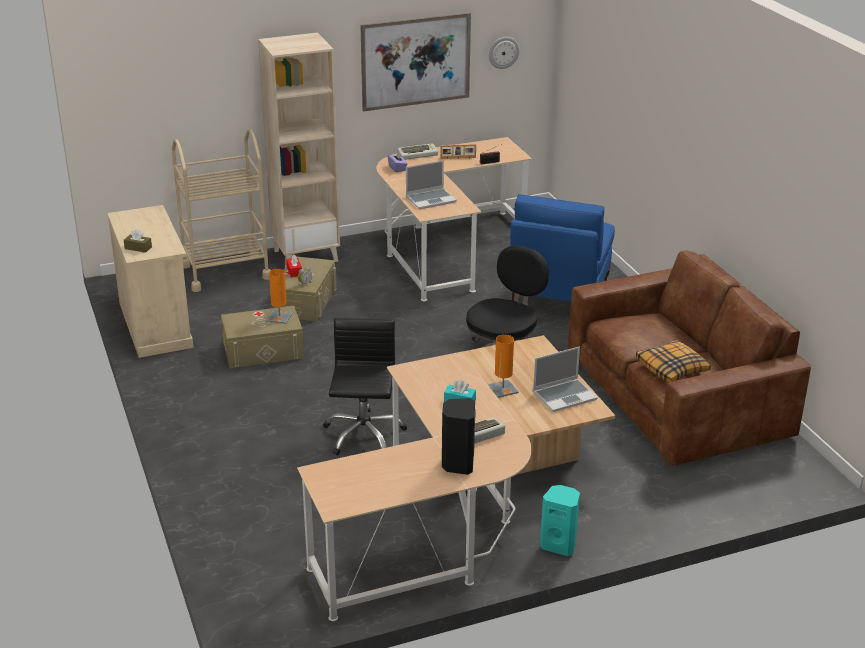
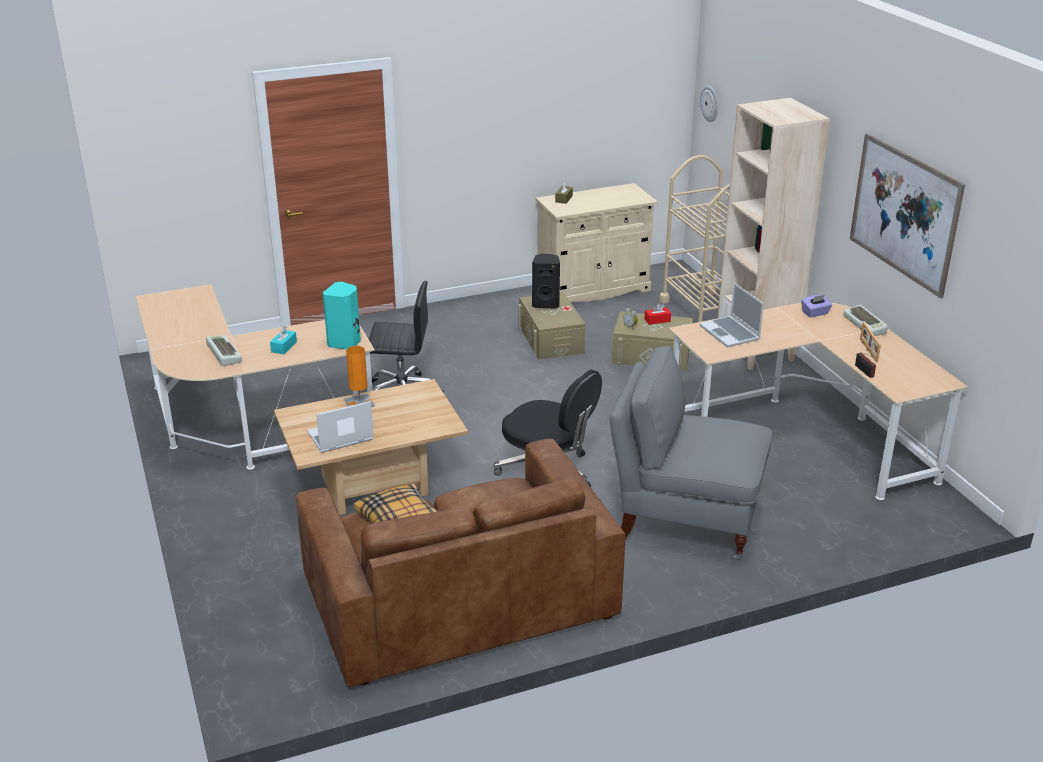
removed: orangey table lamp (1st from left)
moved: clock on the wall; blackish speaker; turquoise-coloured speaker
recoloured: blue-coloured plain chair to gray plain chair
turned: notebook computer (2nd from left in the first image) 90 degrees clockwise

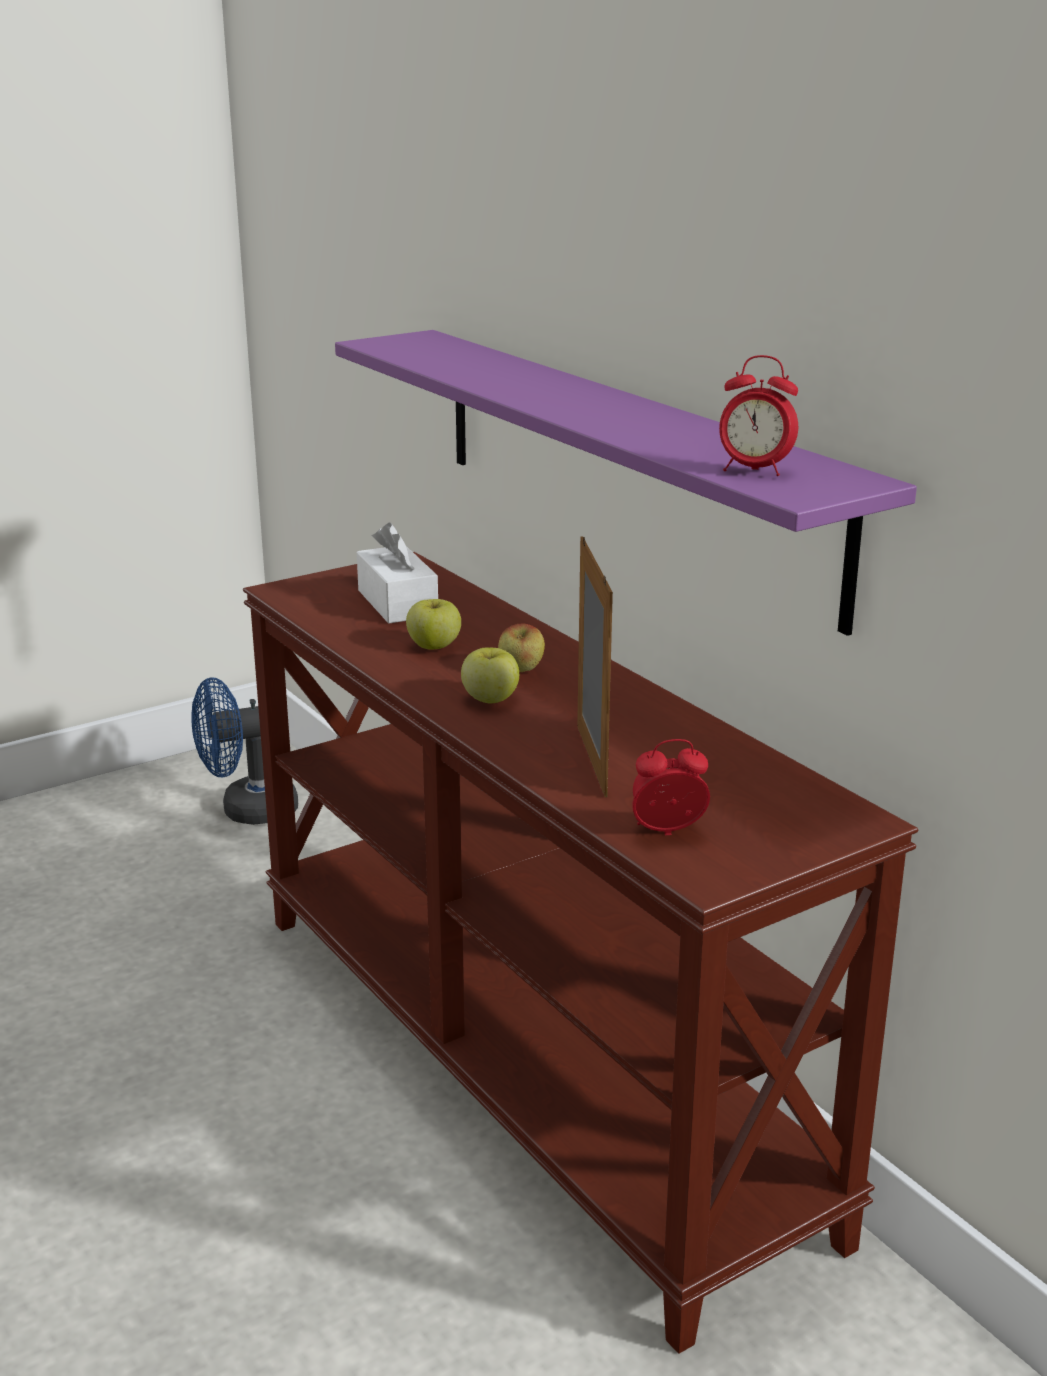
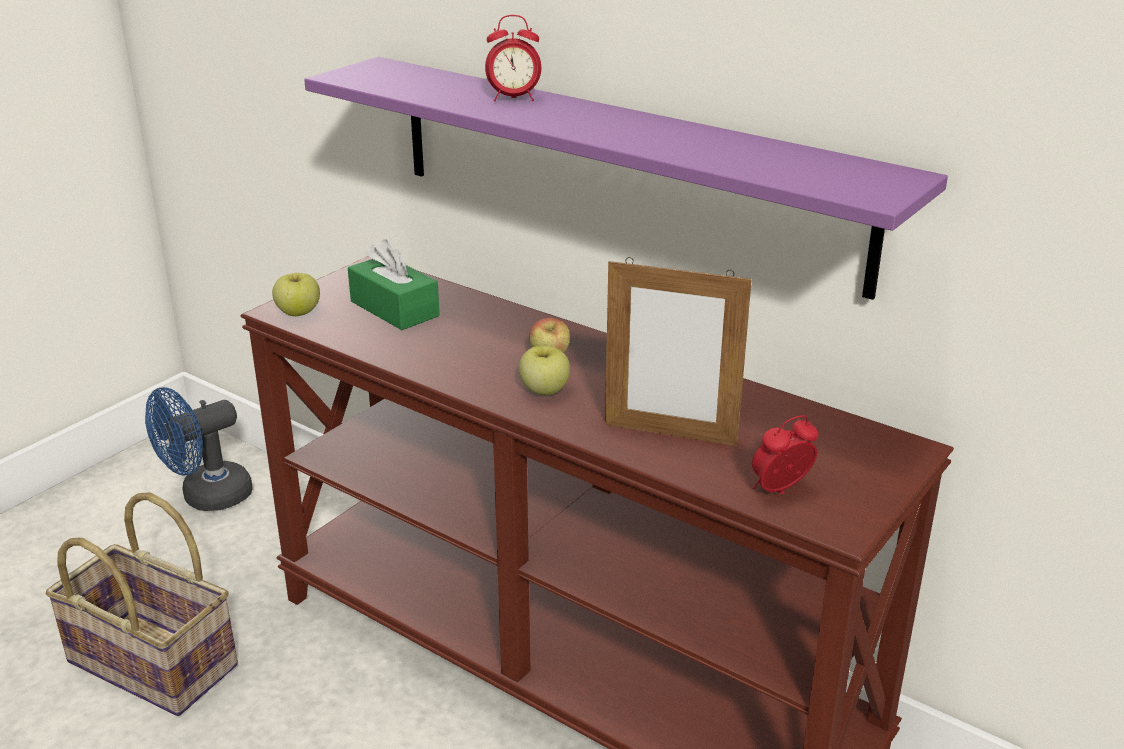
added: basket
moved: bedside clock (2nd from left in the first image) to bedside clock (1st from left); apple fruit (1st from left)
recoloured: white-coloured box of tissues to greenish box of tissues
turned: standing frame 135 degrees clockwise

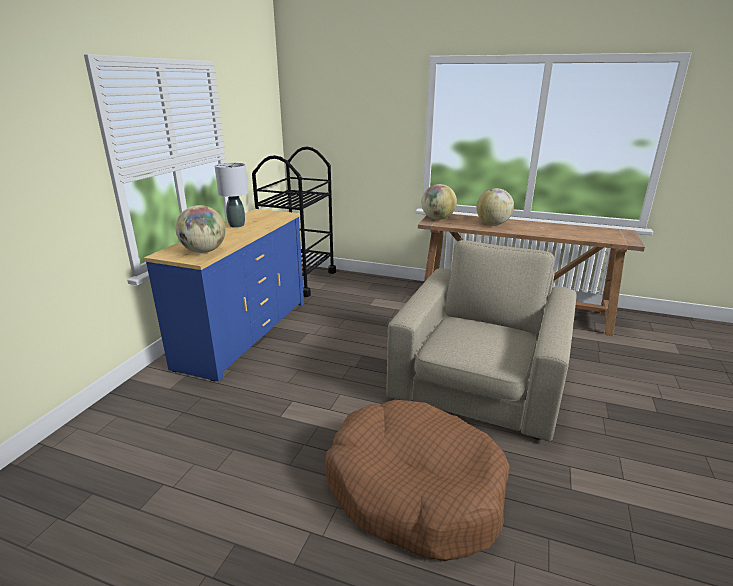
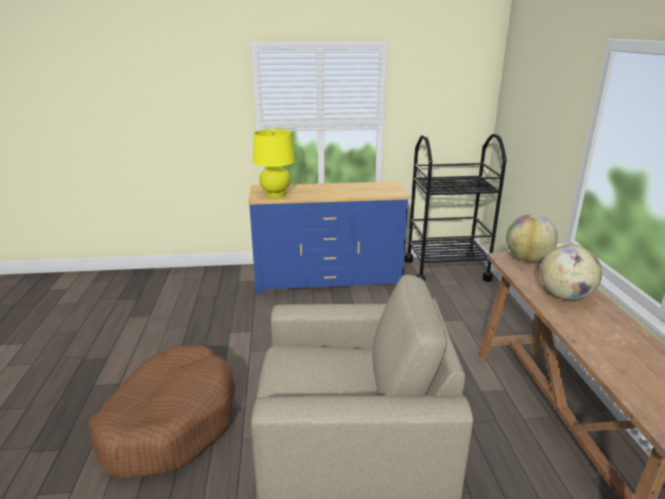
removed: gray table lamp
replaced: globe (1st from left) to yellowish table lamp

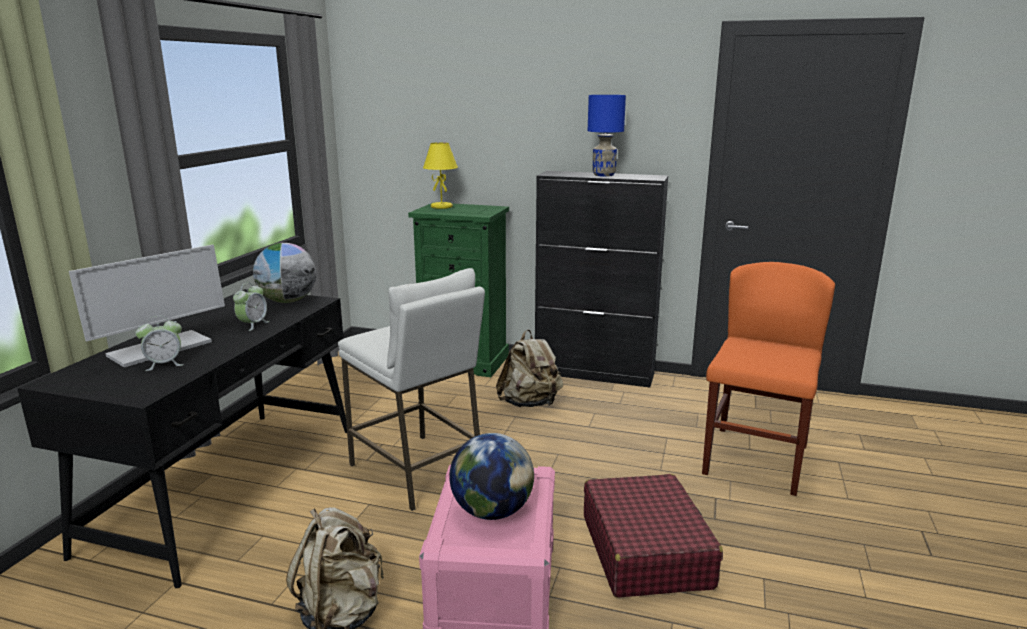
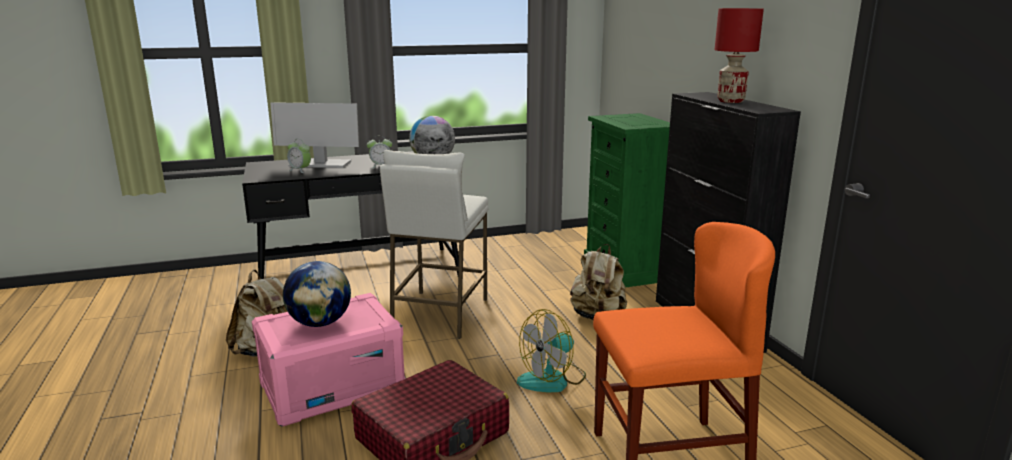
removed: yellowish table lamp
added: fan
recoloured: blue-coloured table lamp to reddish table lamp

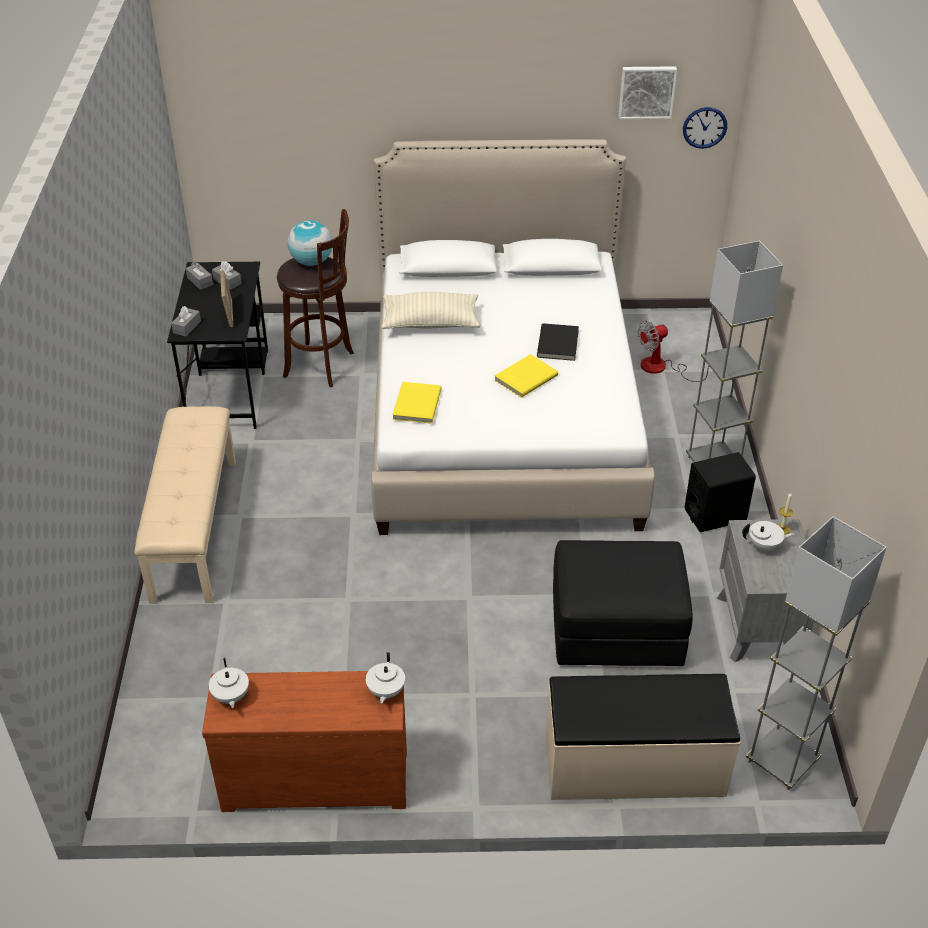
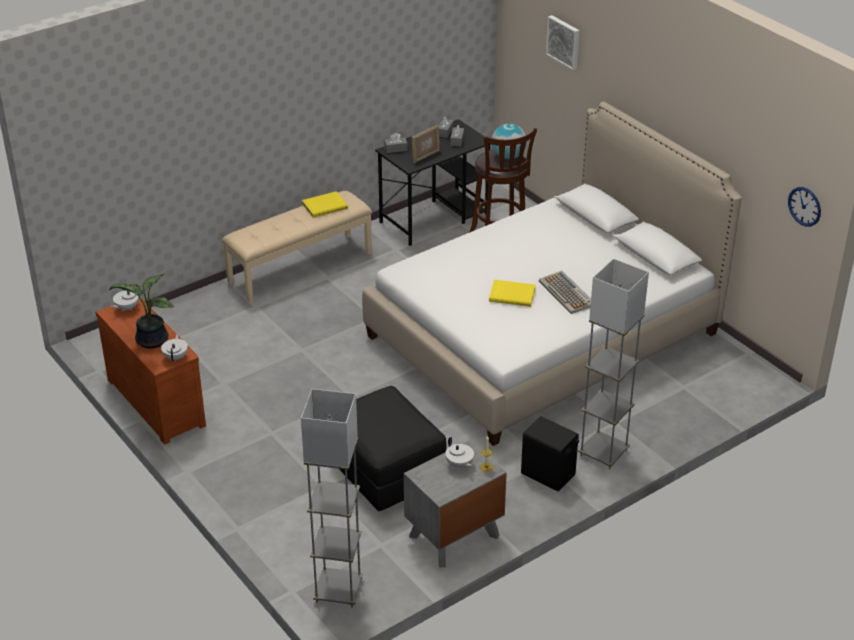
removed: beige pillow; fan; beige long seat (2nd from left)
added: potted plant
moved: wall art; yellowish volume (1st from left)
replaced: blackish volume to keyboard
turned: white-coloured tea pot (2nd from left) 120 degrees clockwise

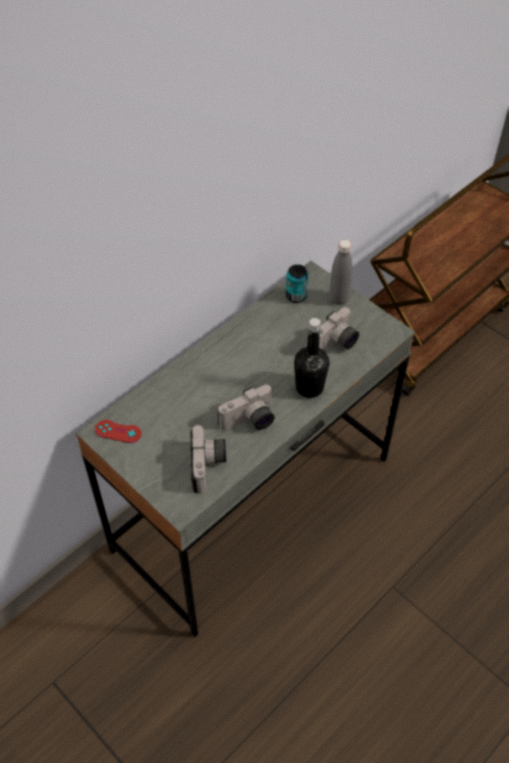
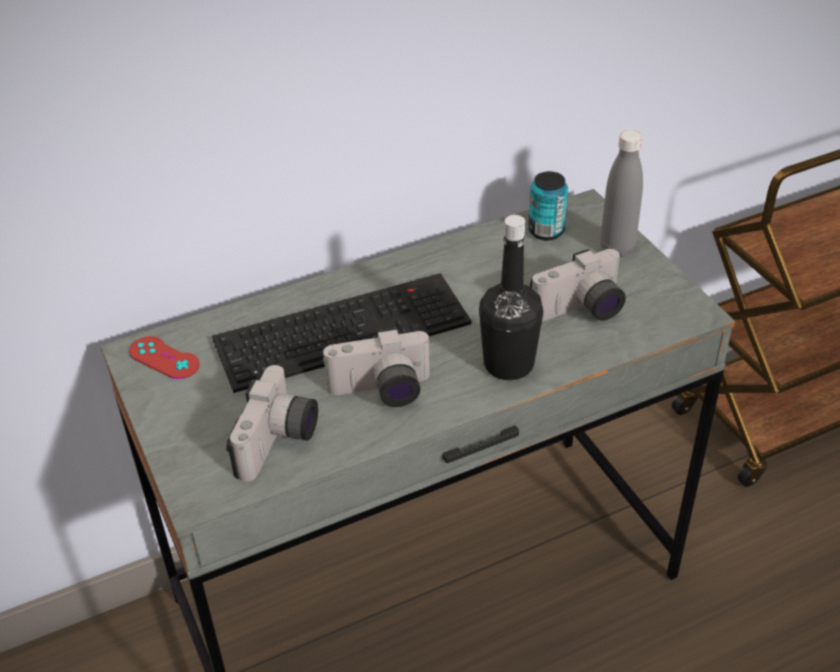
added: keyboard

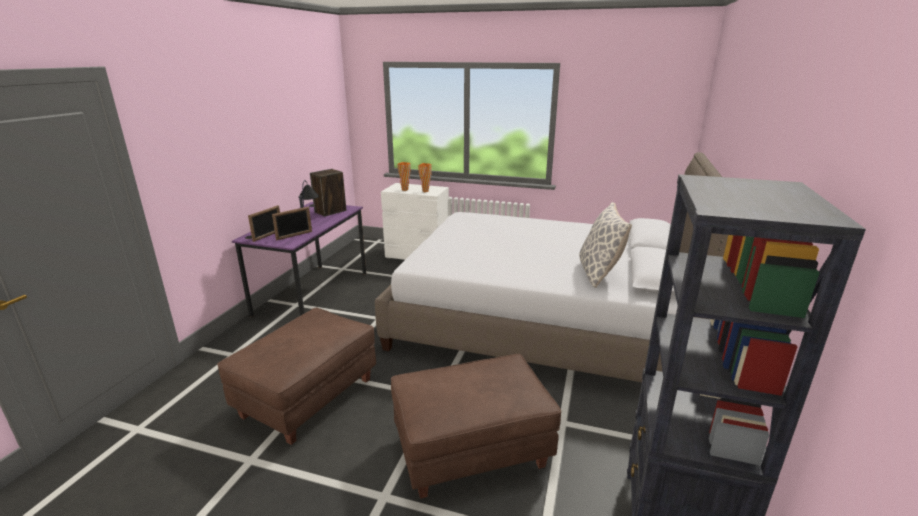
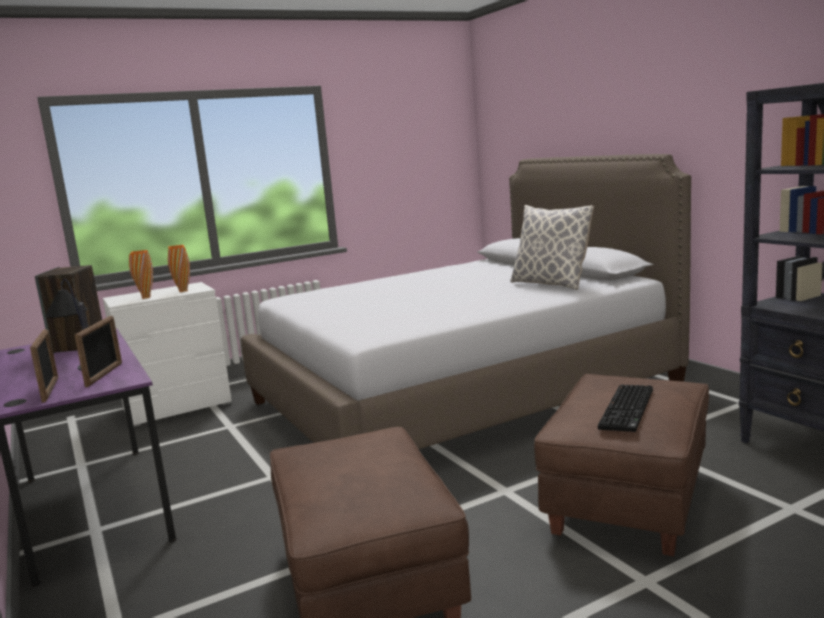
added: keyboard

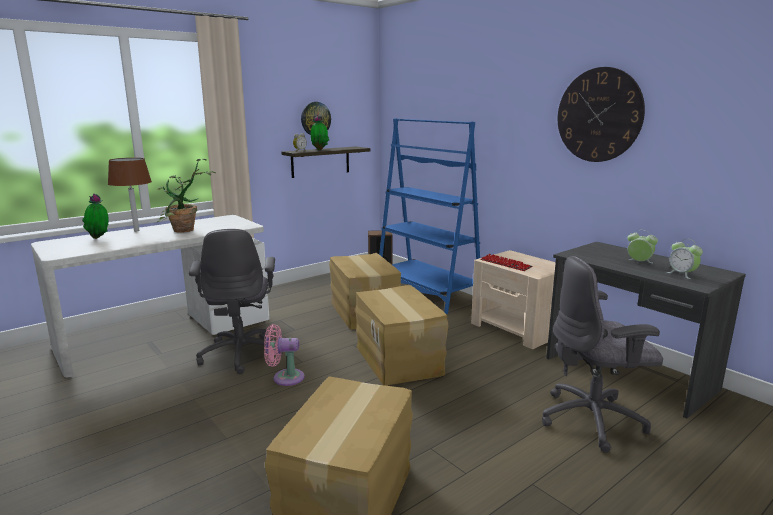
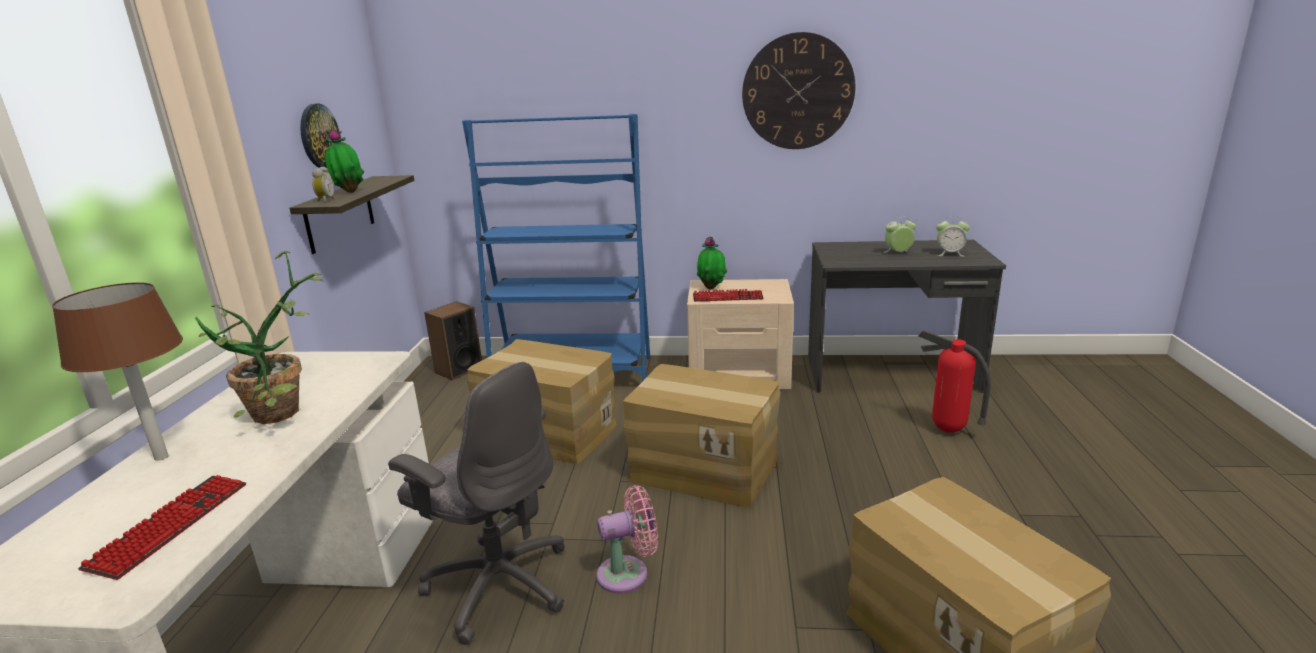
added: keyboard (1st from left)
moved: potted plant (1st from left in the first image) to potted plant (3rd from left)
replaced: gray desk chair (2nd from left) to extinguisher
turned: pink-coloured fan 150 degrees counterclockwise

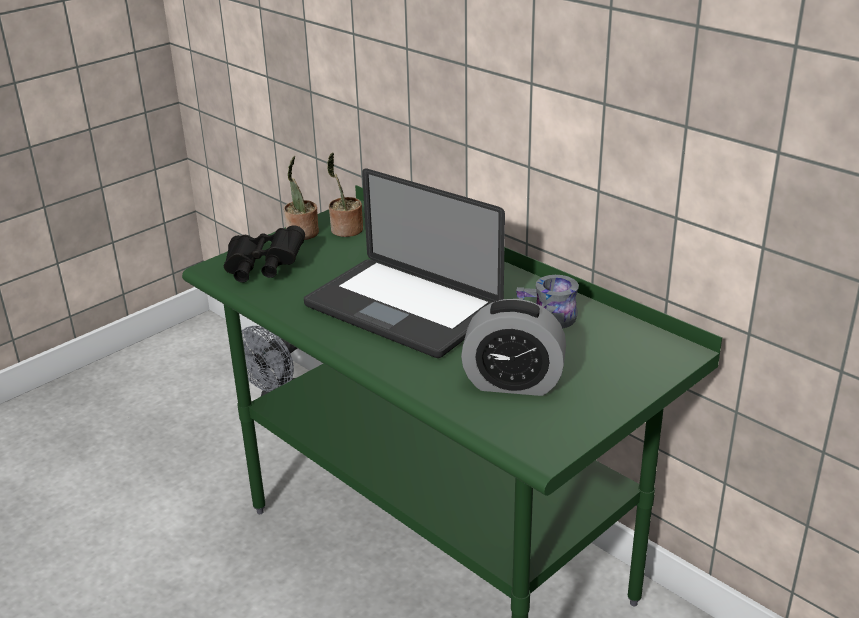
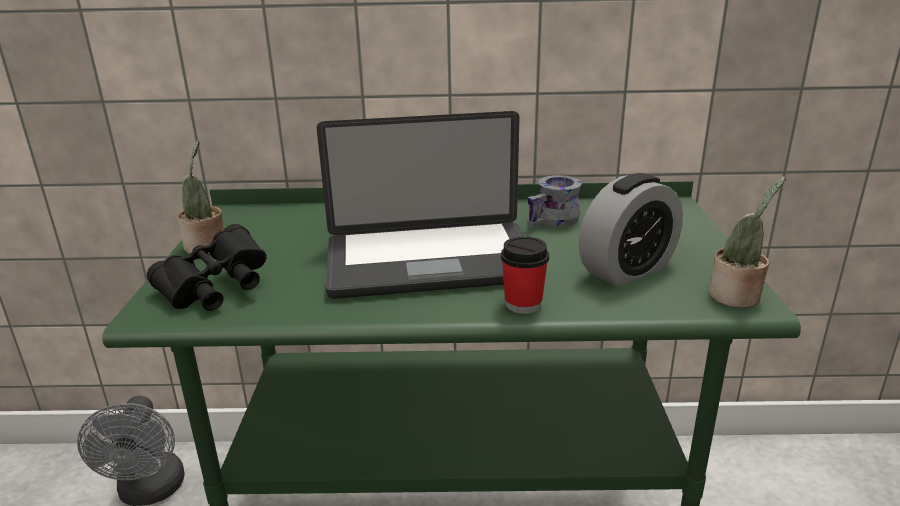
added: small cup
moved: potted plant (2nd from left)

